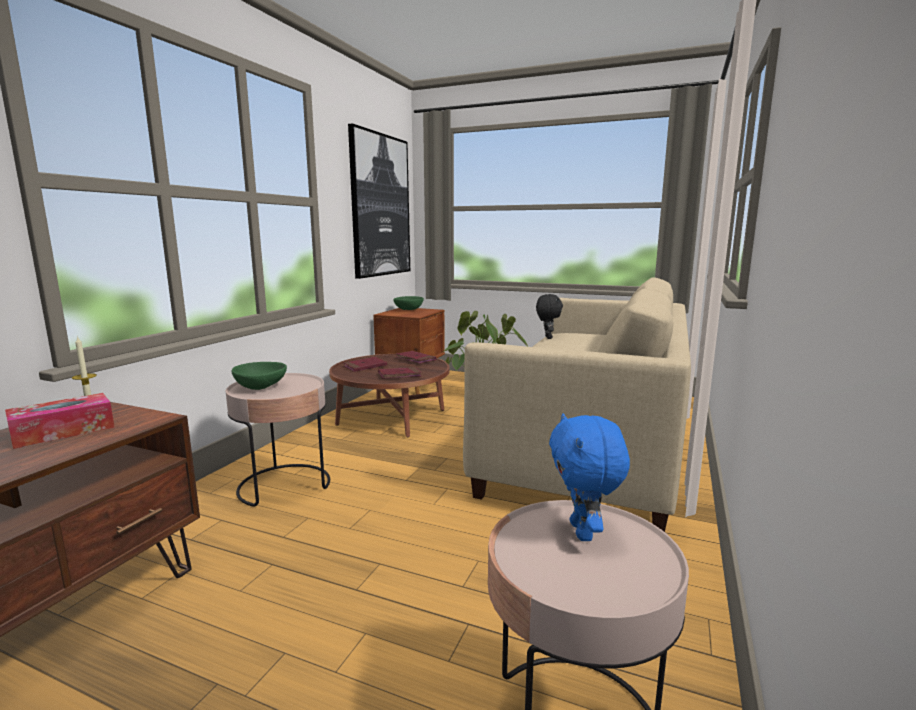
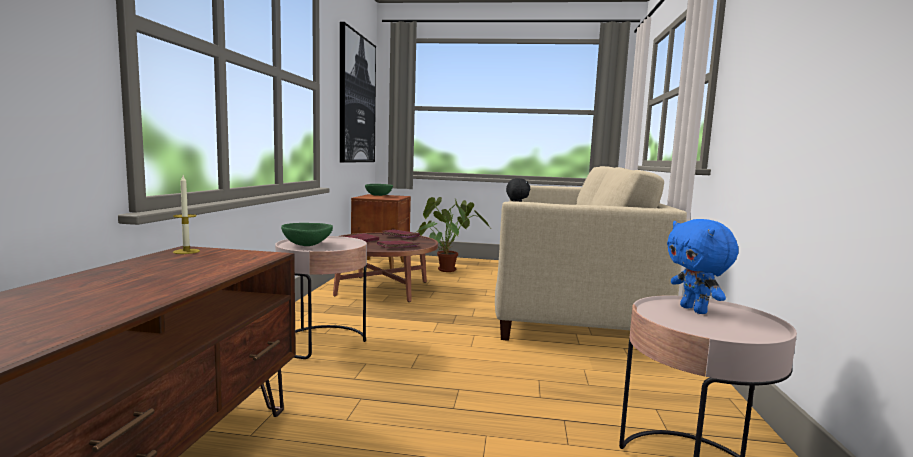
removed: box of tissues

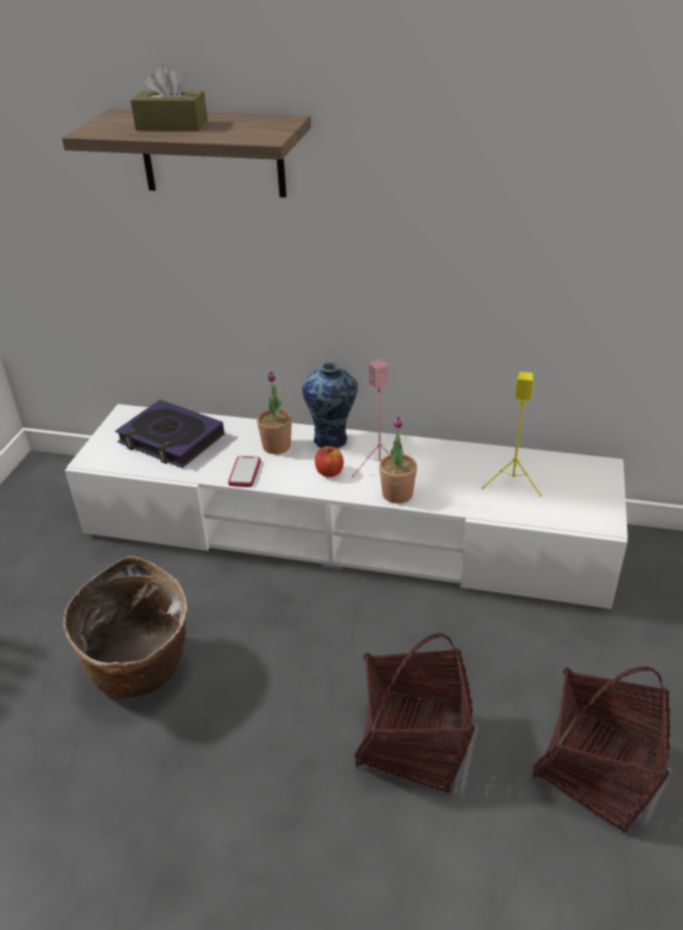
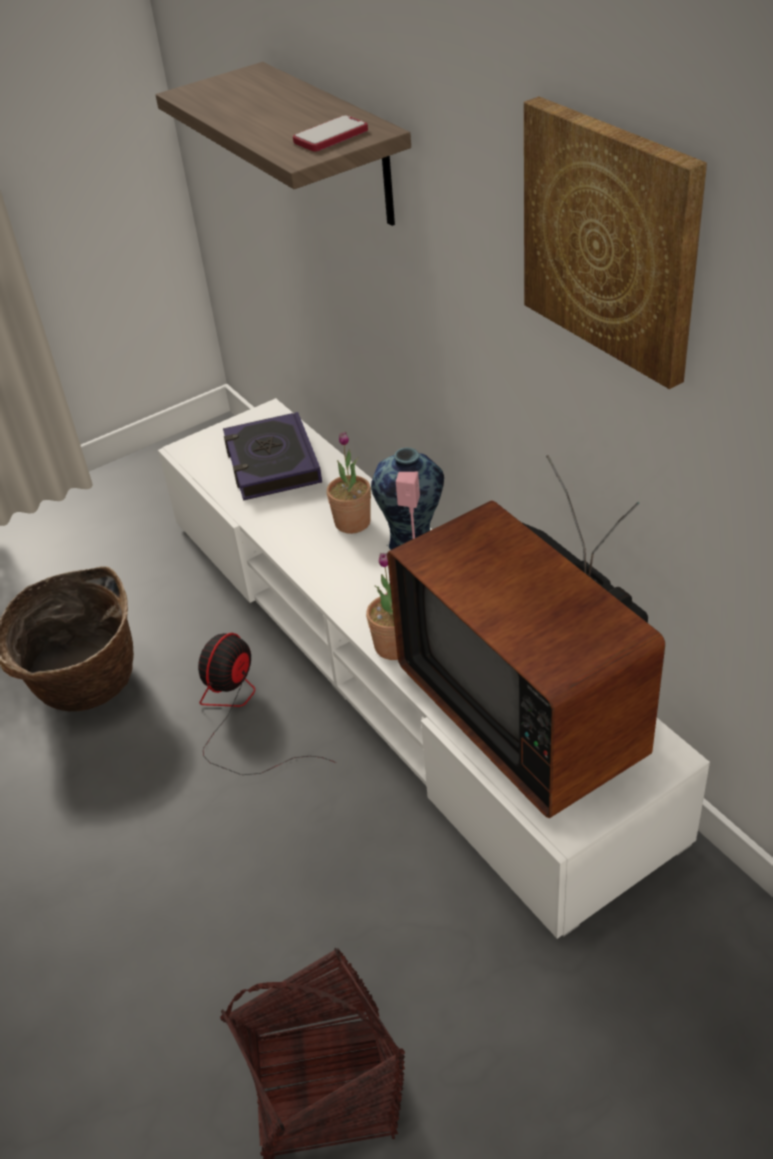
removed: brown box of tissues; apple fruit; basket (2nd from left)
added: wall art; fan
moved: handset
replaced: yellowish speaker to television

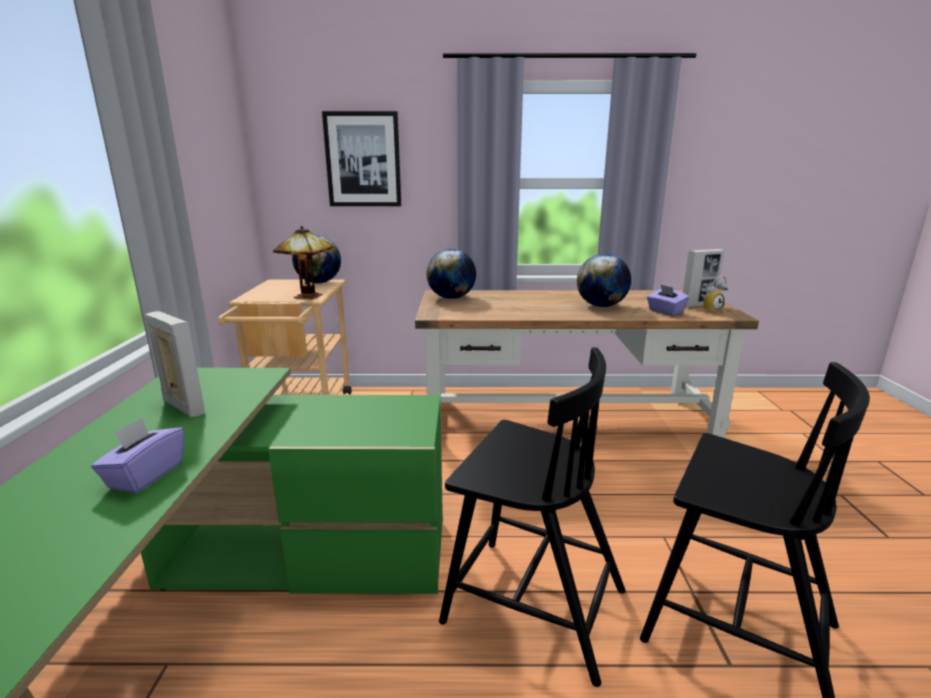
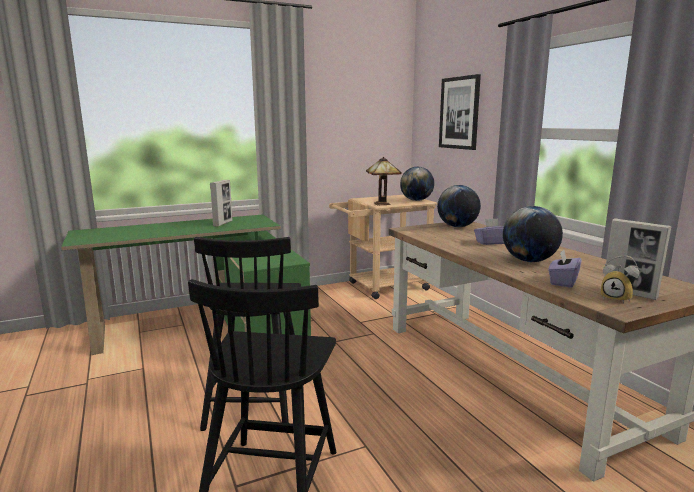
moved: purple box of tissues (1st from left)

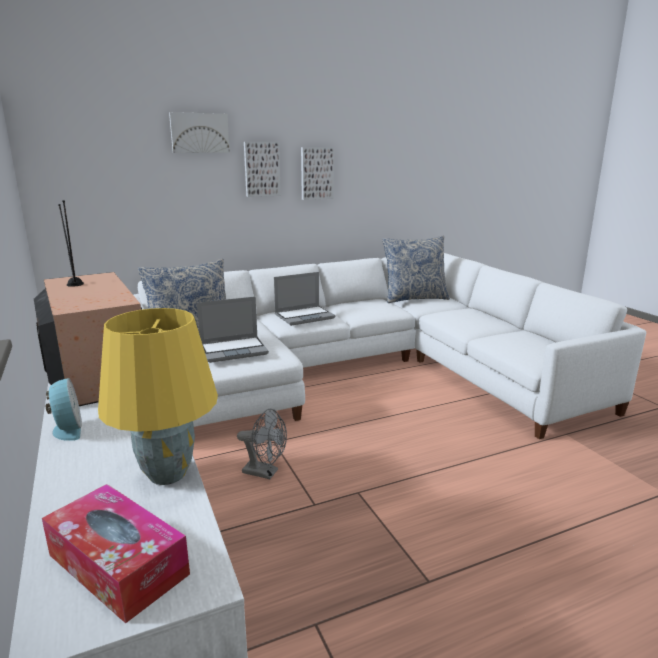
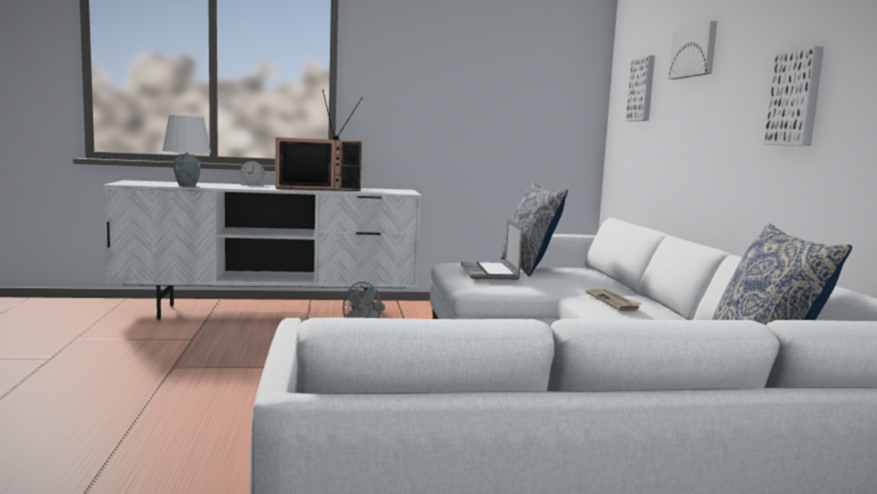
removed: box of tissues
moved: wall art (2nd from left in the first image) to wall art (1st from left)
replaced: notebook computer (2nd from left) to printed paper
recoloured: yellowish table lamp to white-coloured table lamp

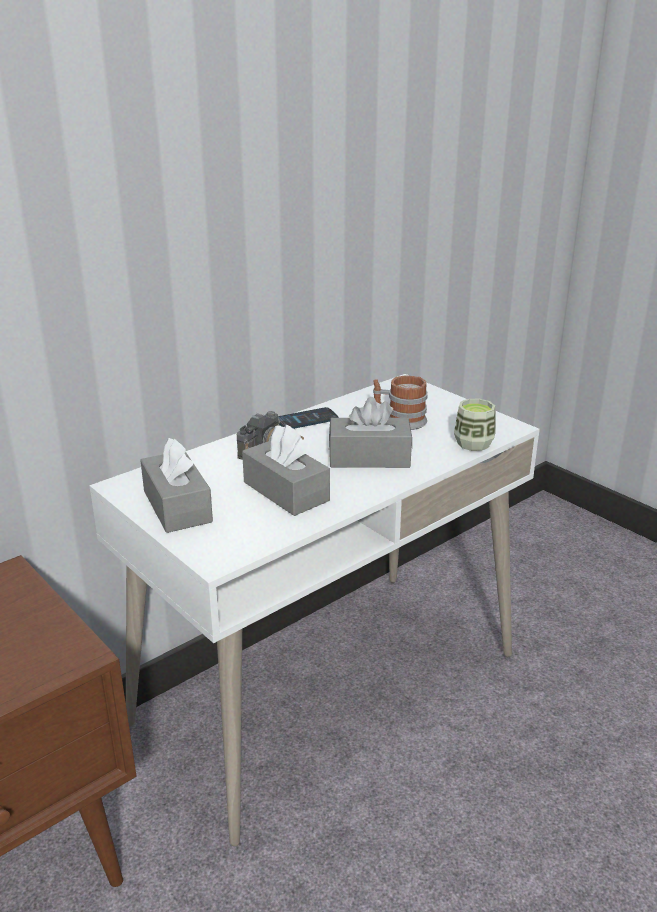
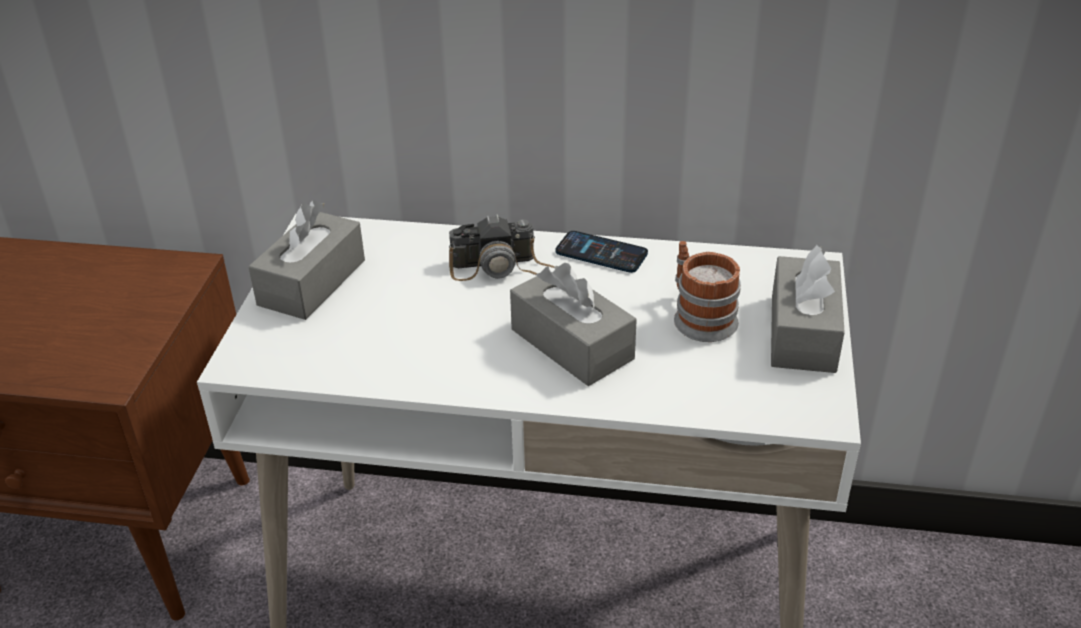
removed: small cup
moved: gray box of tissues (2nd from left in the first image) to gray box of tissues (3rd from left)

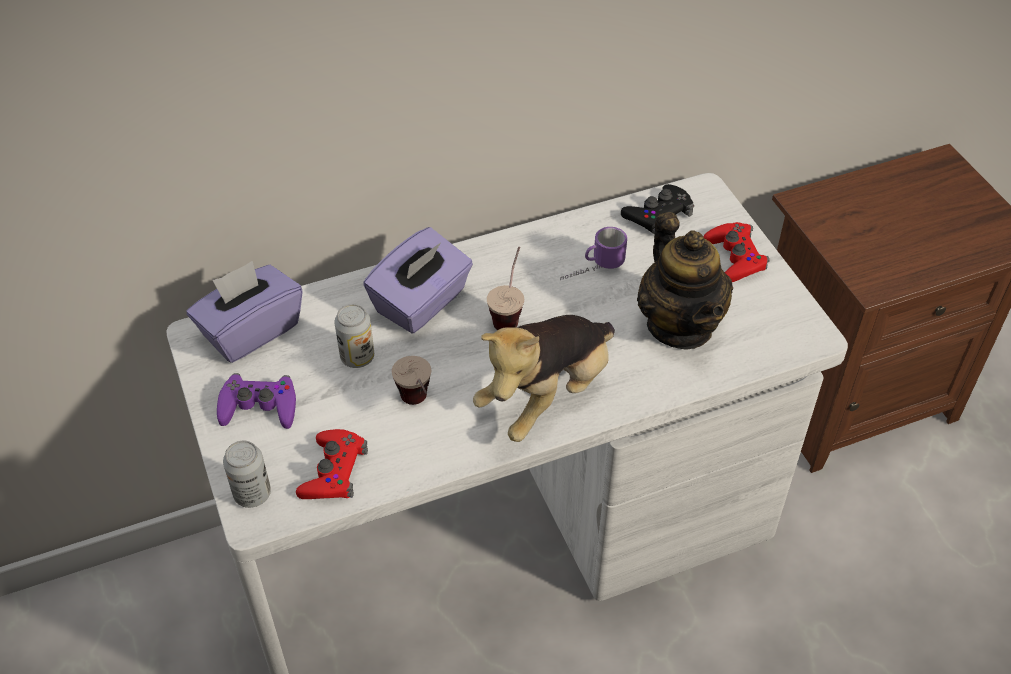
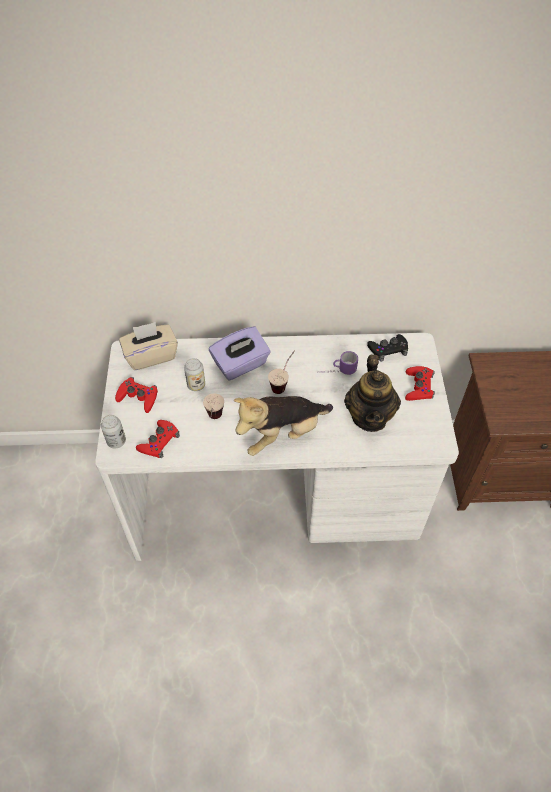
recoloured: purple box of tissues (1st from left) to beige box of tissues; purple gamepad to reddish gamepad (1st from left)

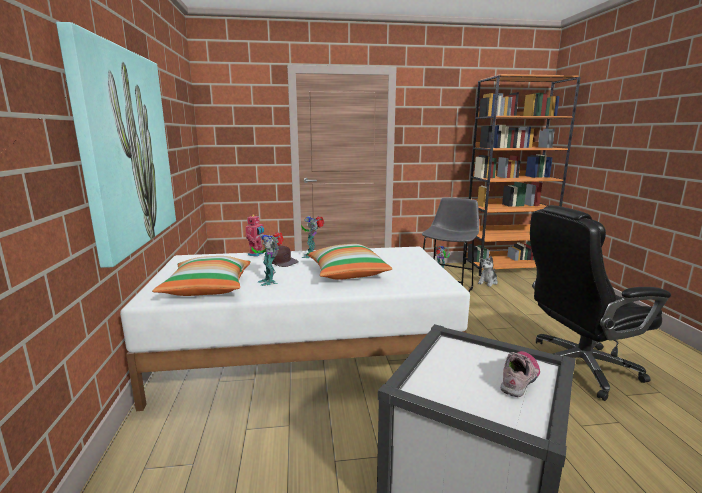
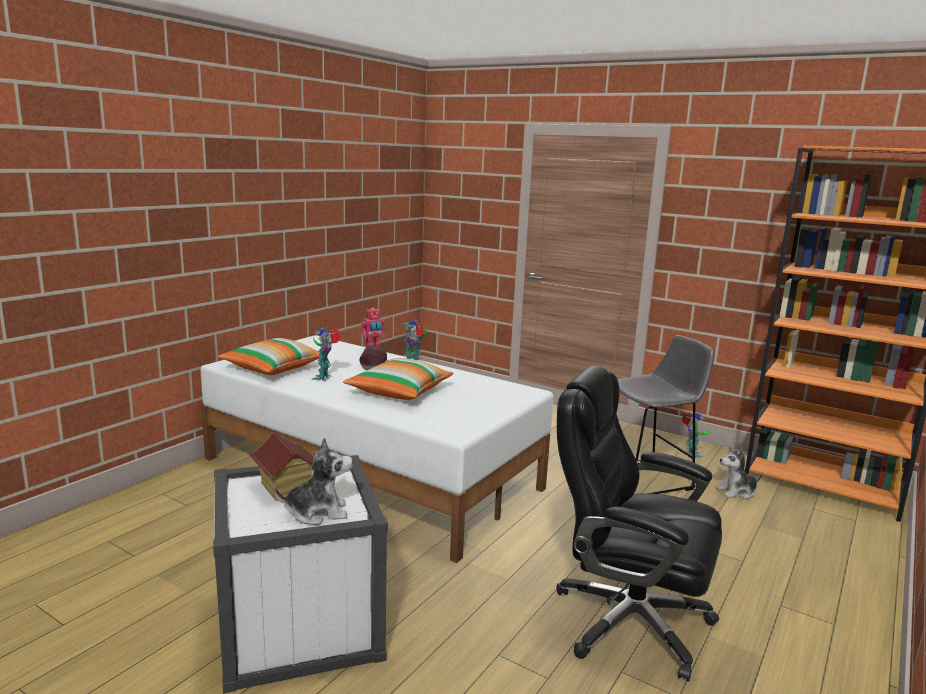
removed: wall art
added: miniature house
replaced: item of footwear to plush toy (1st from left)

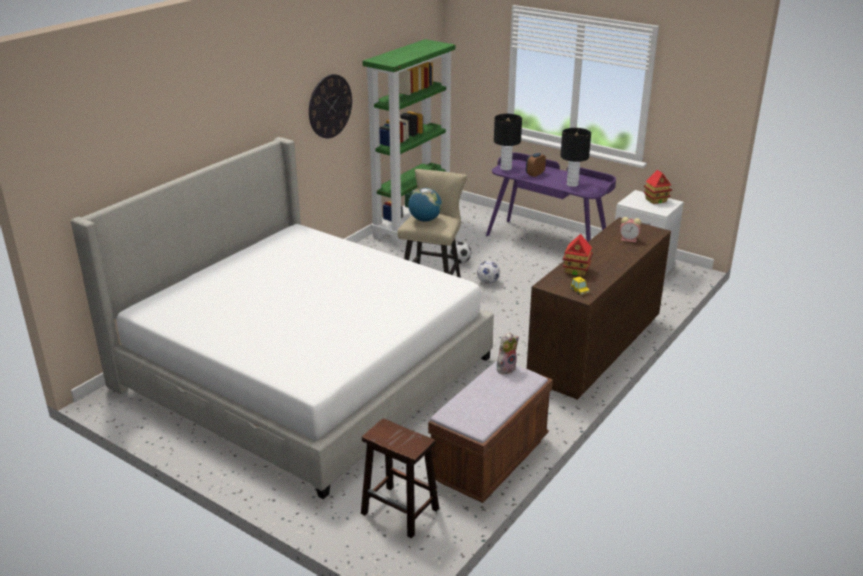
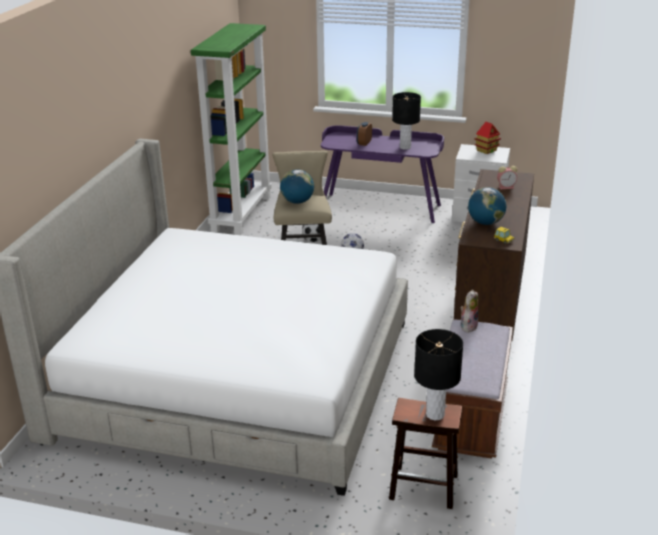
removed: clock on the wall
moved: blackish table lamp (1st from left in the first image) to blackish table lamp (2nd from left)
replaced: miniature house (1st from left) to globe (2nd from left)

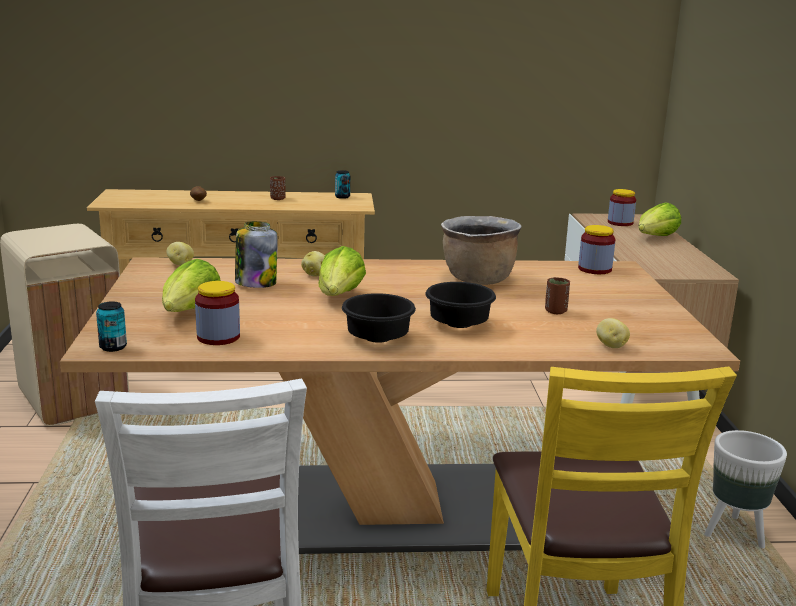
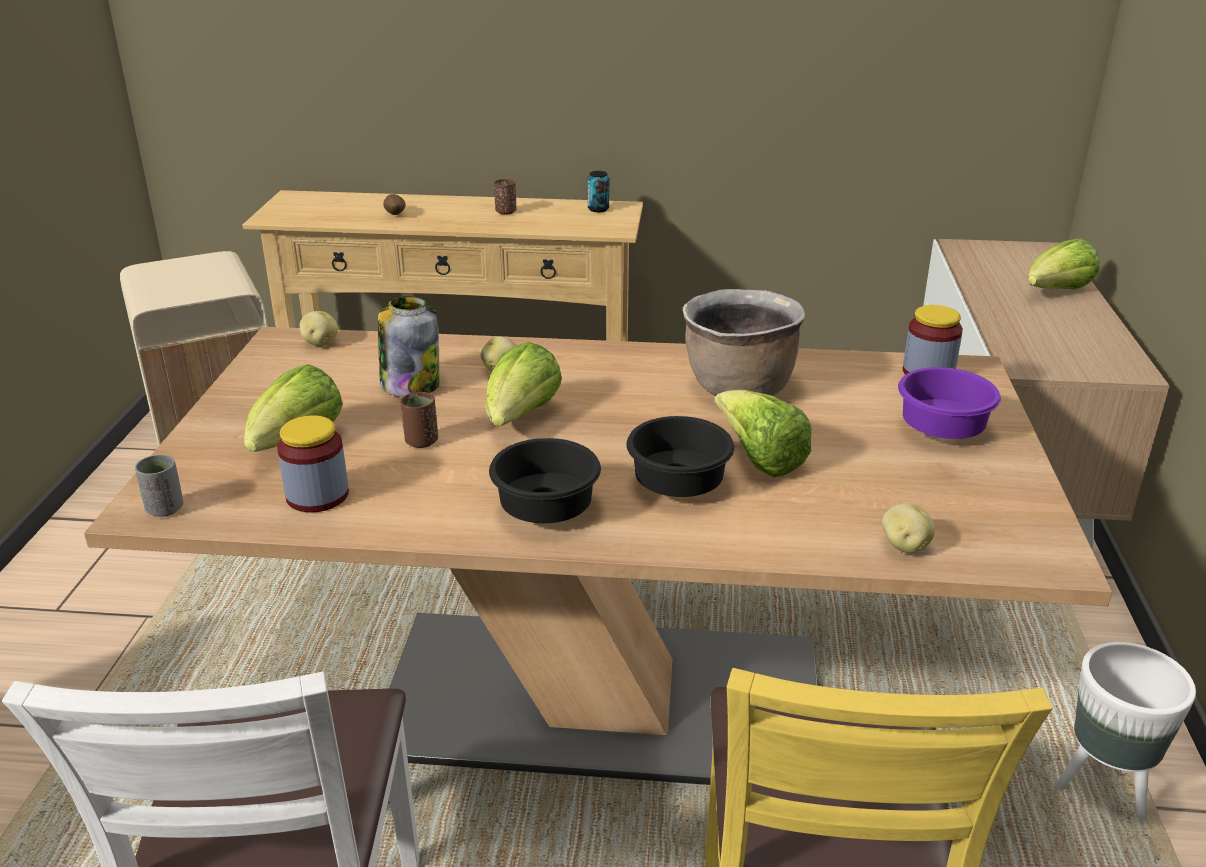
removed: jar (4th from left)
added: purple bowl; lettuce (3rd from left)
moved: brown small cup (2nd from left in the first image) to brown small cup (1st from left)
replaced: can (1st from left) to gray small cup

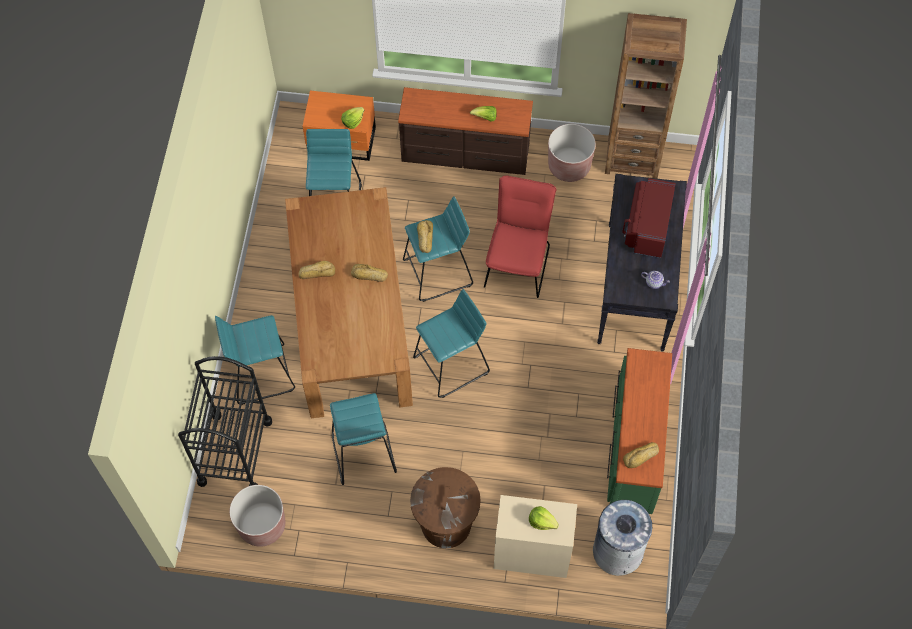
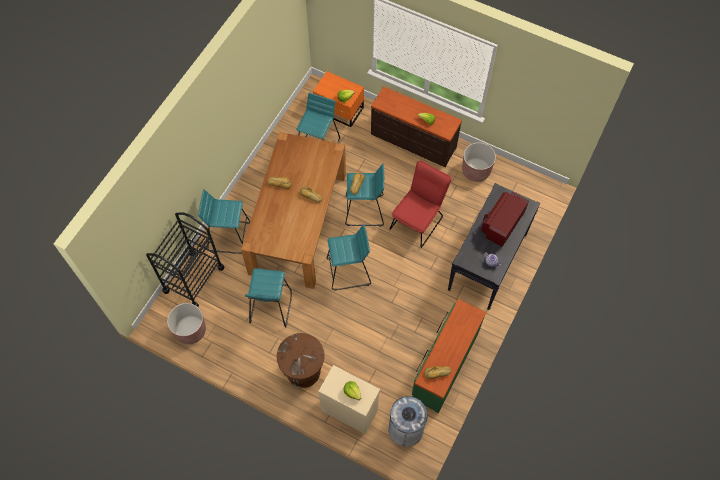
removed: brown bookshelf

